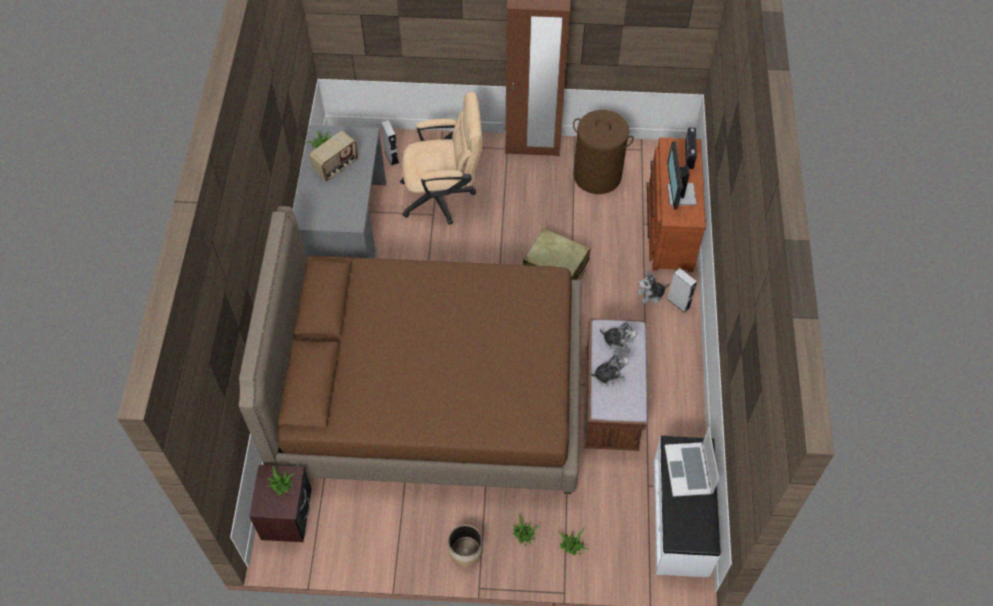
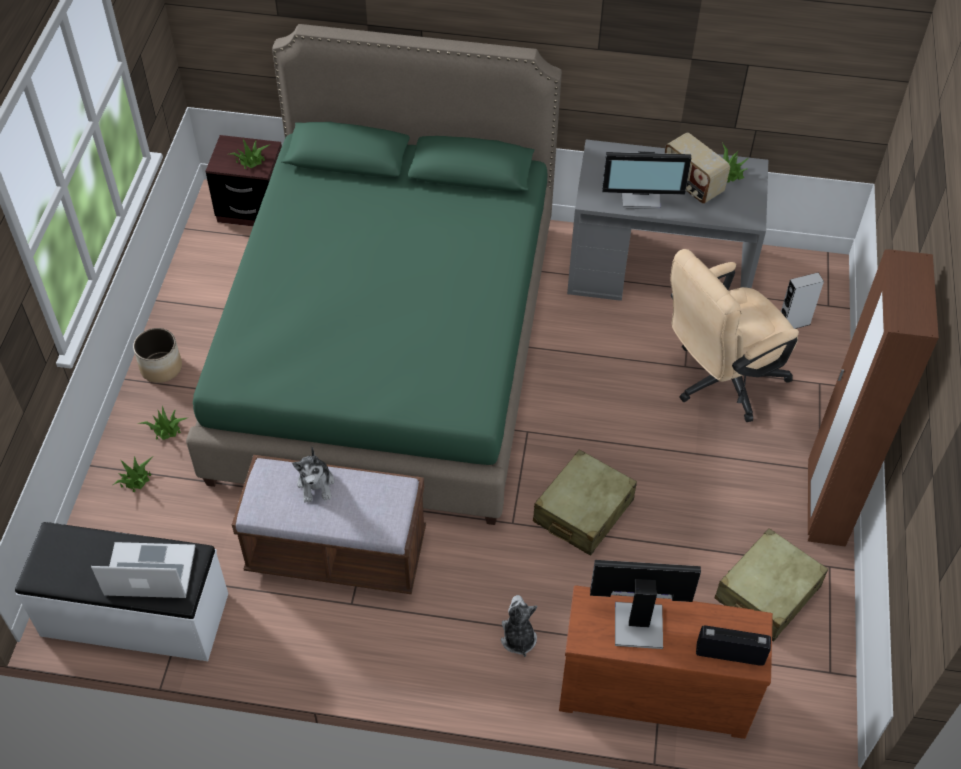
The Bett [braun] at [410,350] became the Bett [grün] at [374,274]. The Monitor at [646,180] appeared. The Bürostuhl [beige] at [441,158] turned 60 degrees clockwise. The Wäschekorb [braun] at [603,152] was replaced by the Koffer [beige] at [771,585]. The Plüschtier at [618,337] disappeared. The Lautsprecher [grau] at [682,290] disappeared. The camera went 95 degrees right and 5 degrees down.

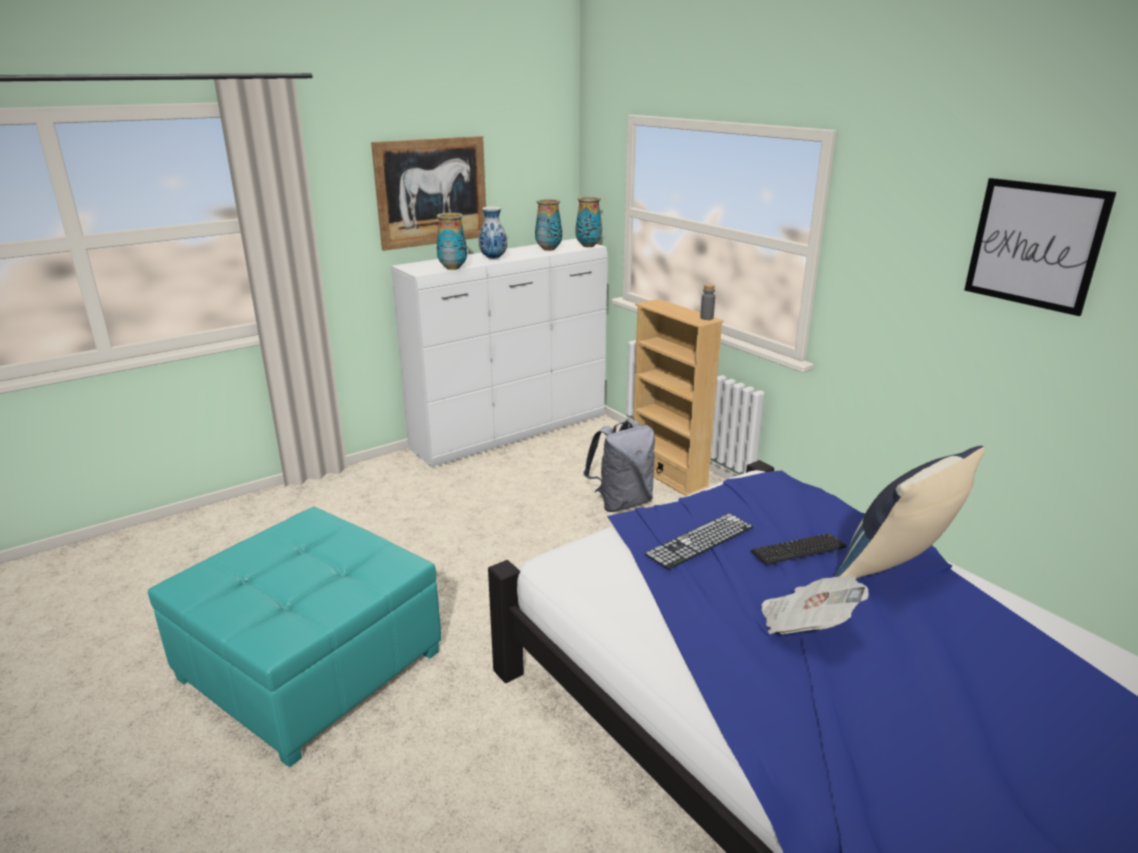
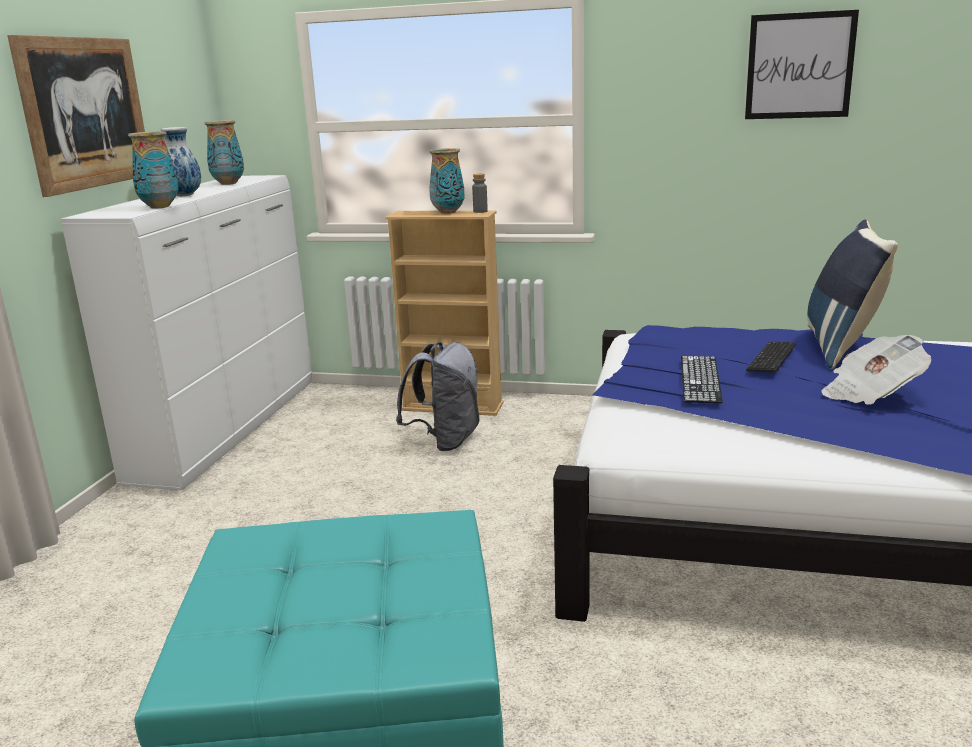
The Vase moved from [588,221] to [446,181]. The camera went 40 degrees left and 5 degrees down.

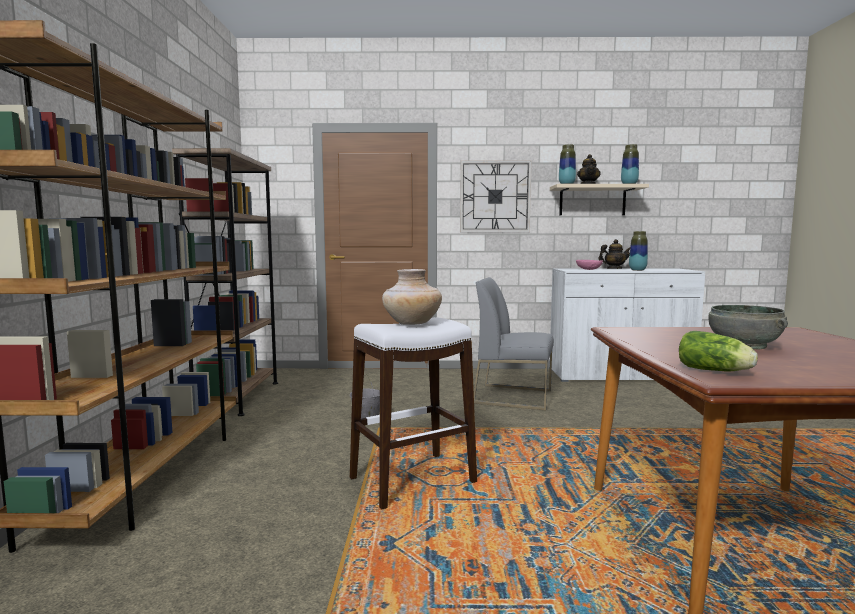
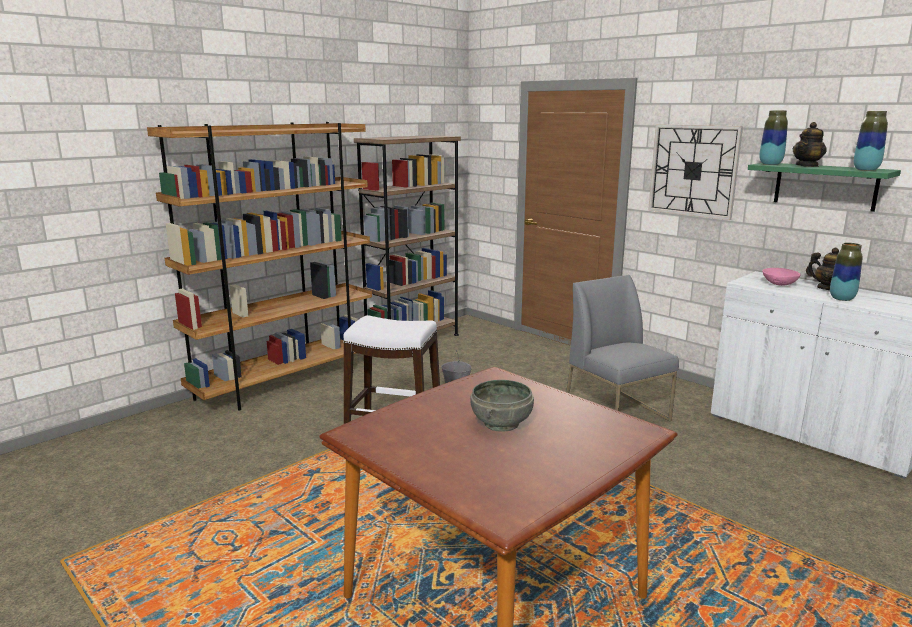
The Wandregal [beige] at [599,199] became the Wandregal [grün] at [824,187]. The Vase [beige] at [412,297] disappeared. The Salatkopf at [718,351] disappeared. The camera went 45 degrees right and 10 degrees up.

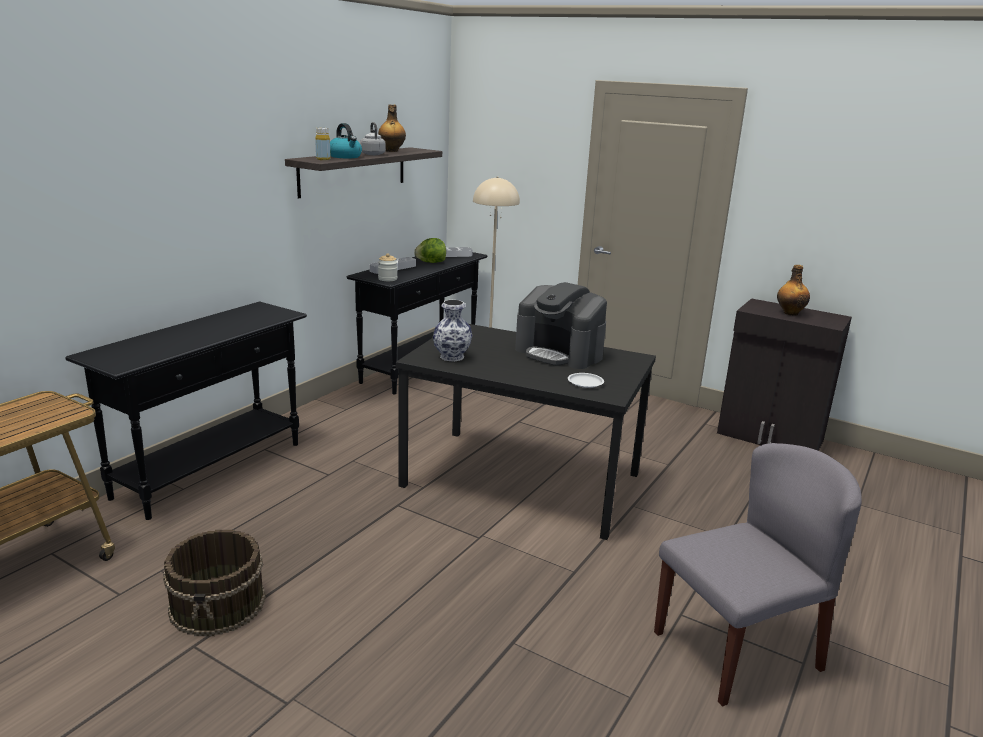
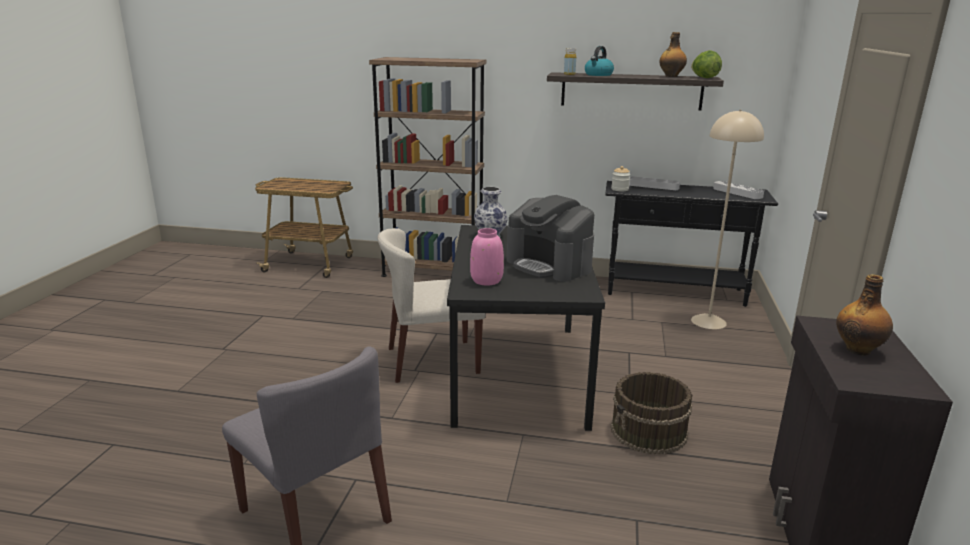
The Konsolentisch [schwarz] at [186,410] was replaced by the Bücherregal [braun] at [427,167]. The Stuhl [beige] at [431,305] appeared. The Teller [weiß] at [586,380] was replaced by the Vase [rosa] at [487,257]. The Kaffeemaschine at [561,325] turned 60 degrees counterclockwise. The Eimer [braun] moved from [214,583] to [652,413]. The Salatkopf moved from [430,250] to [706,64]. The Wasserkessel [grau] at [372,138] disappeared. The camera went 70 degrees right and 0 degrees up.

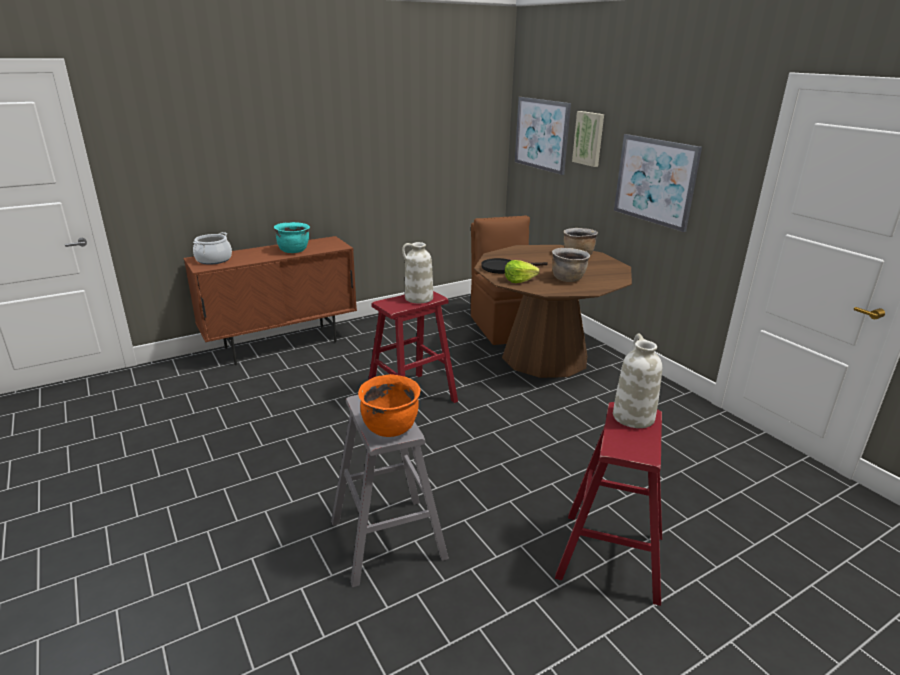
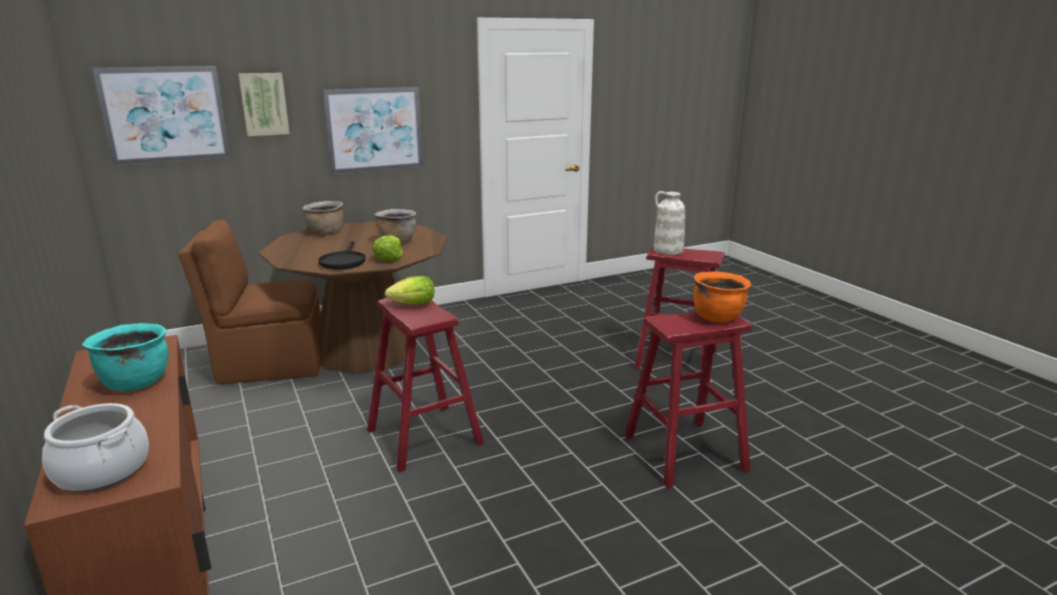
The Vase [weiß] at [417,272] was replaced by the Salatkopf at [410,290]. The Hocker [grau] at [390,491] became the Hocker [rot] at [688,400]. The camera went 85 degrees left and 5 degrees down.

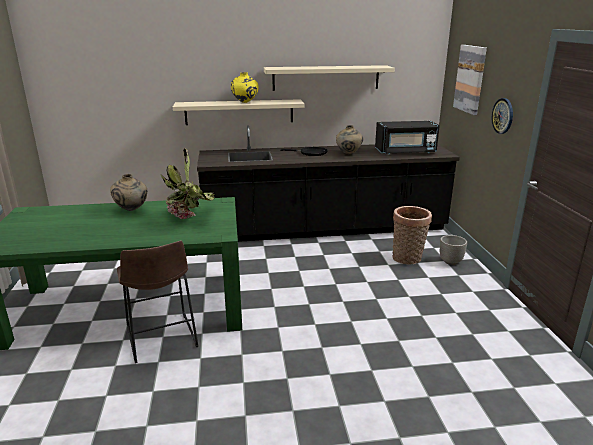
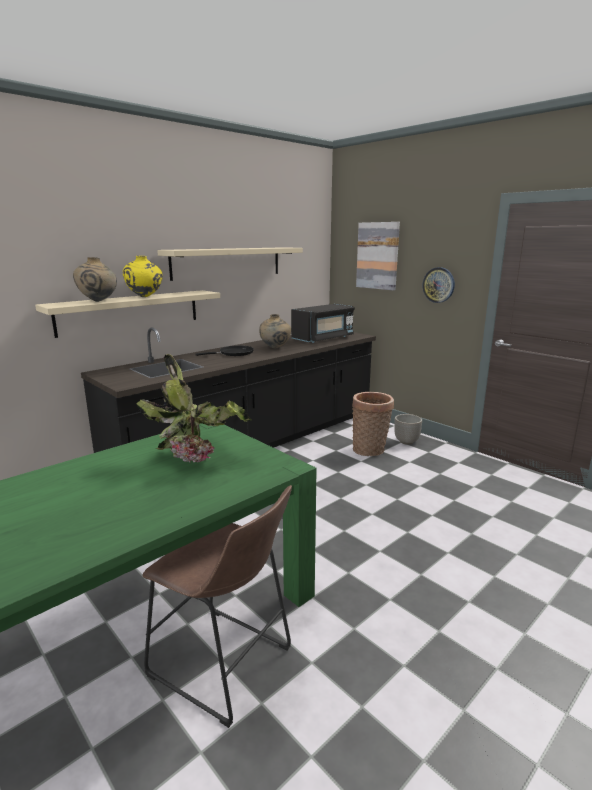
The Vase [beige] moved from [128,192] to [95,279]. The camera went 35 degrees left and 5 degrees down.

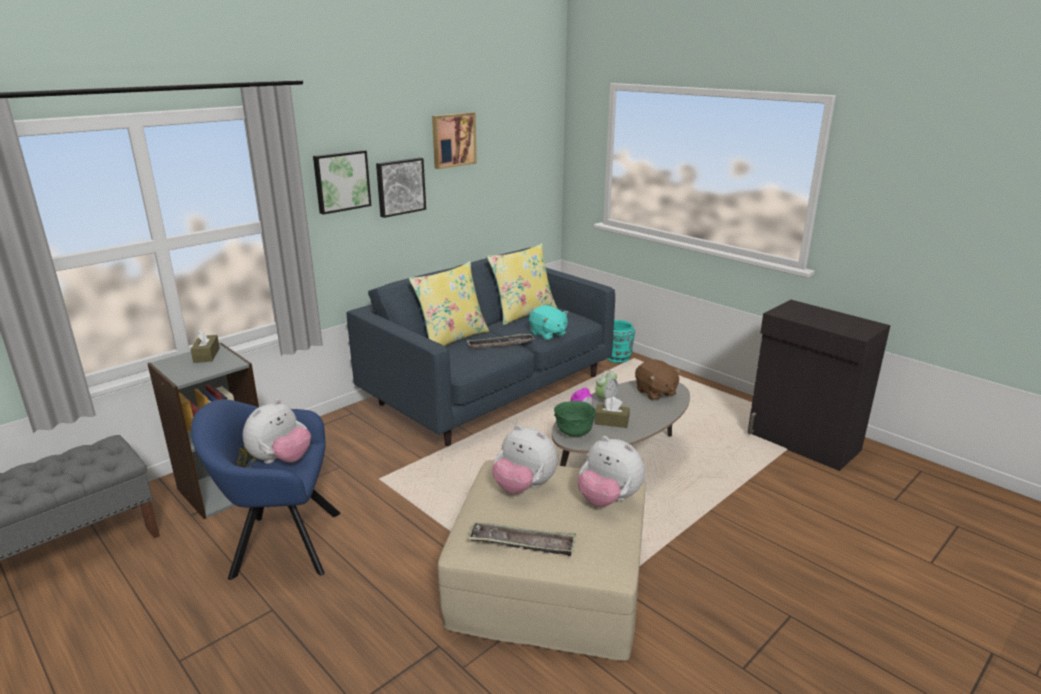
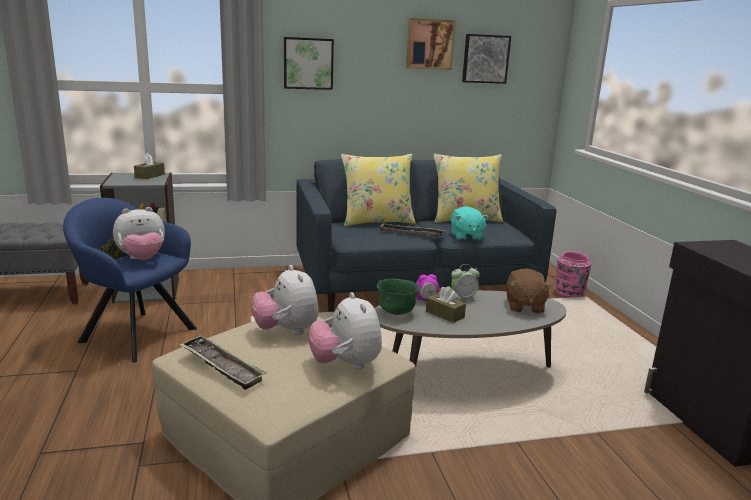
The Bild moved from [401,188] to [486,59]. The Vase [türkis] at [621,341] became the Vase [rosa] at [573,274]. The camera went 30 degrees right and 5 degrees down.

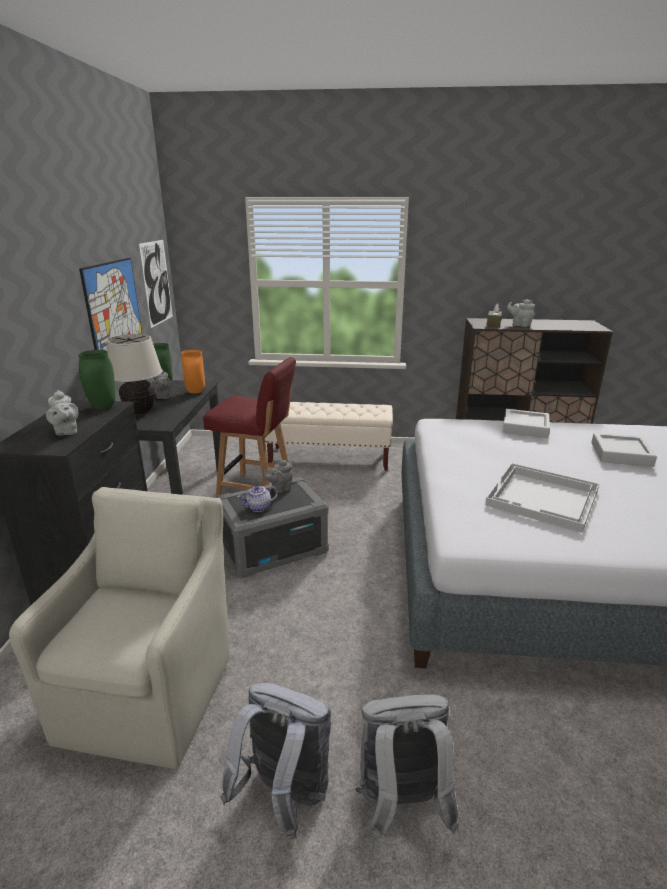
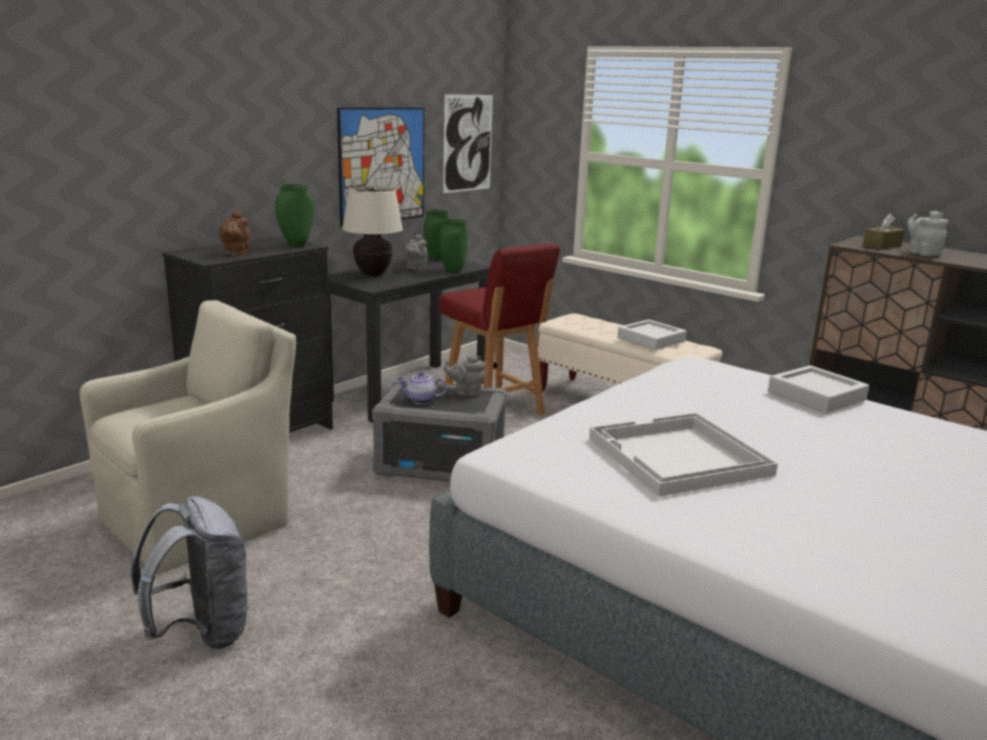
The Teekanne [grau] at [62,413] became the Teekanne [braun] at [234,233]. The Vase [orange] at [193,372] became the Vase [grün] at [454,245]. The Tablett [grau] moved from [624,450] to [652,334]. The Rucksack [grau] at [407,768] disappeared. The camera went 35 degrees right and 5 degrees down.

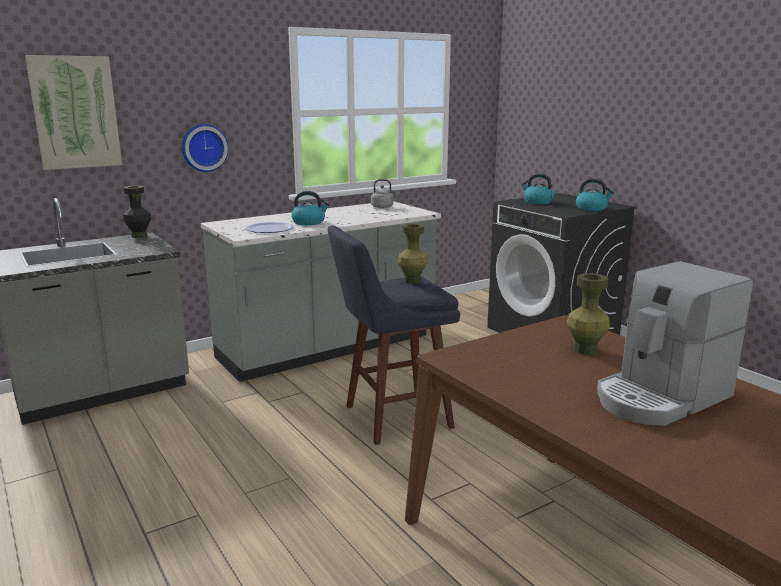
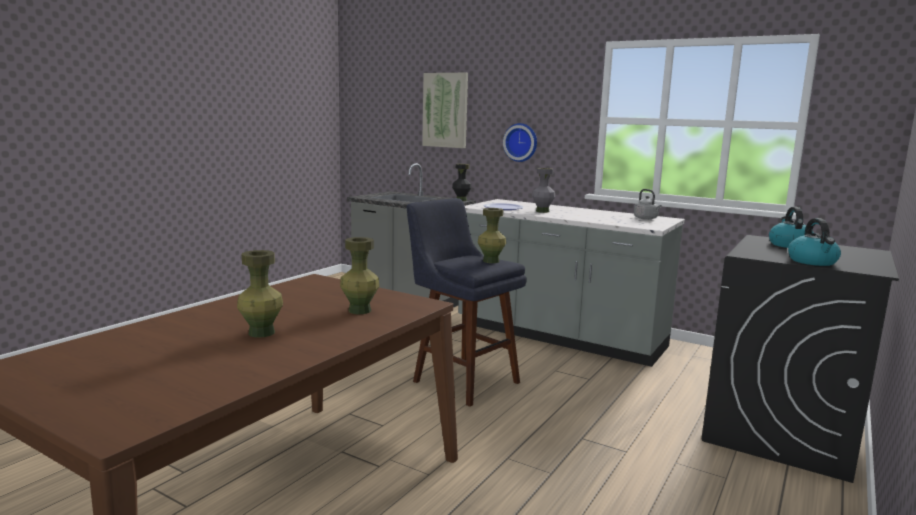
The Kaffeemaschine at [675,343] was replaced by the Vase [grün] at [260,294]. The Wasserkessel at [310,208] was replaced by the Vase [grau] at [543,190]. The camera went 65 degrees right and 5 degrees down.

